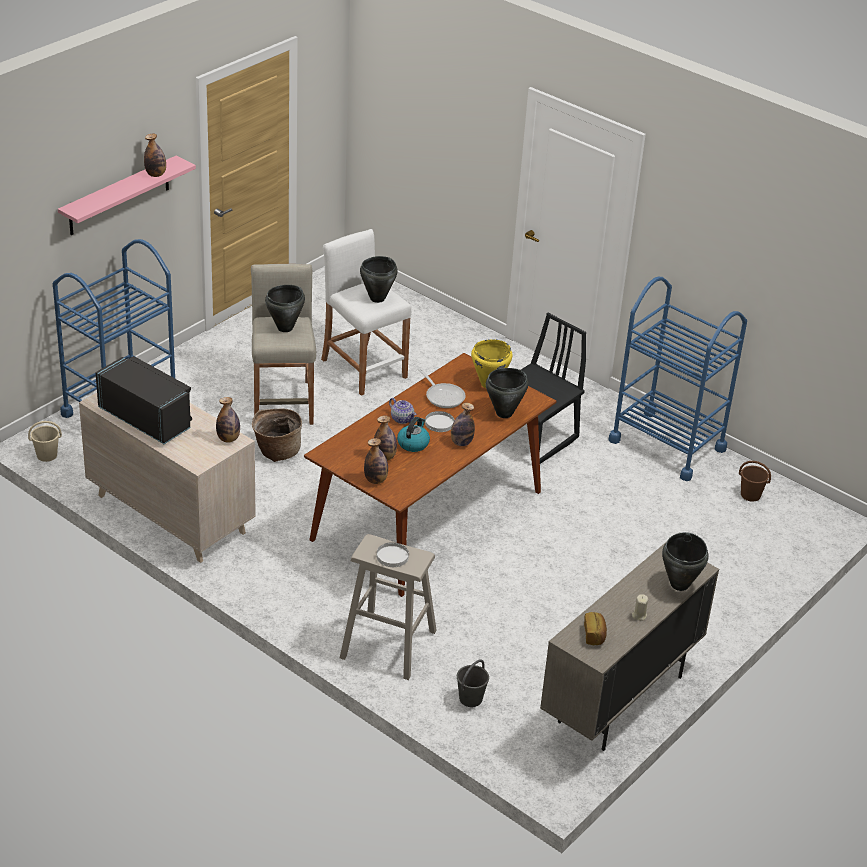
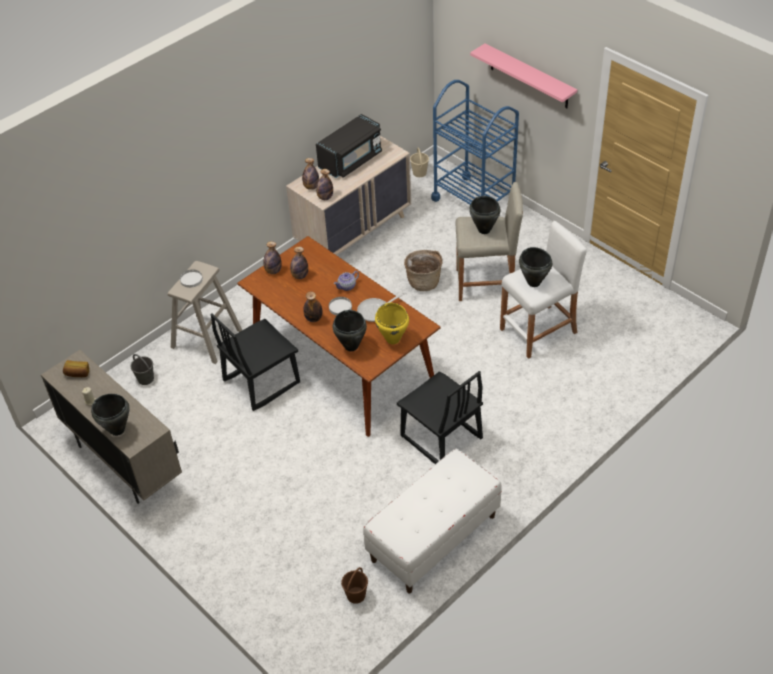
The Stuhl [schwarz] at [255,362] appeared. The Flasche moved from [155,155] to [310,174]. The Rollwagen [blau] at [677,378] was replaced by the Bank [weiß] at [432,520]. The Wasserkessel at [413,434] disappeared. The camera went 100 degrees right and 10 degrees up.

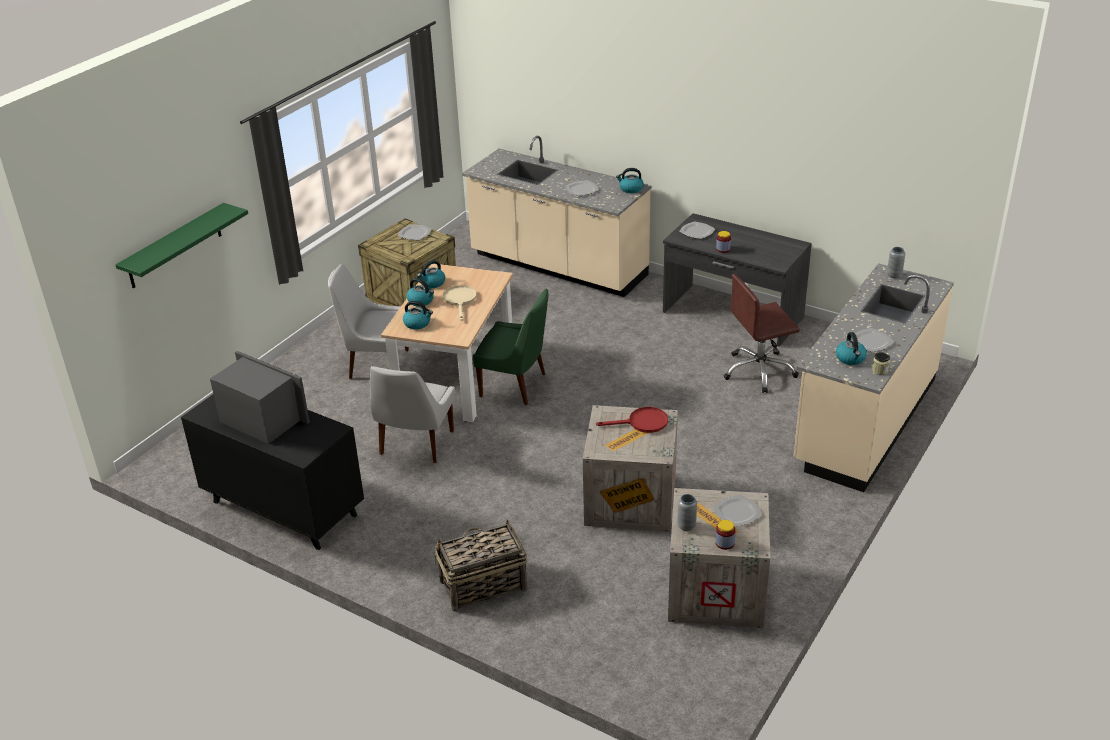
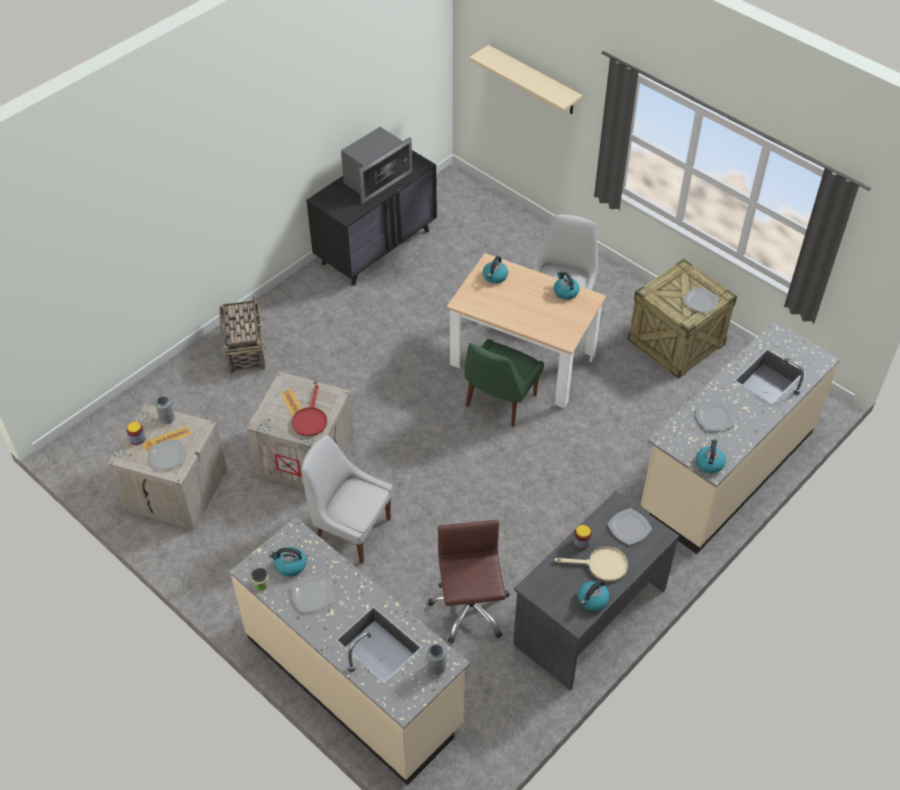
The Stuhl [weiß] moved from [412,414] to [347,499]. The Wandregal [grün] at [181,245] became the Wandregal [beige] at [526,79]. The Pfanne [beige] moved from [460,303] to [591,564]. The Wasserkessel moved from [420,292] to [594,595]. The camera went 100 degrees right and 15 degrees up.

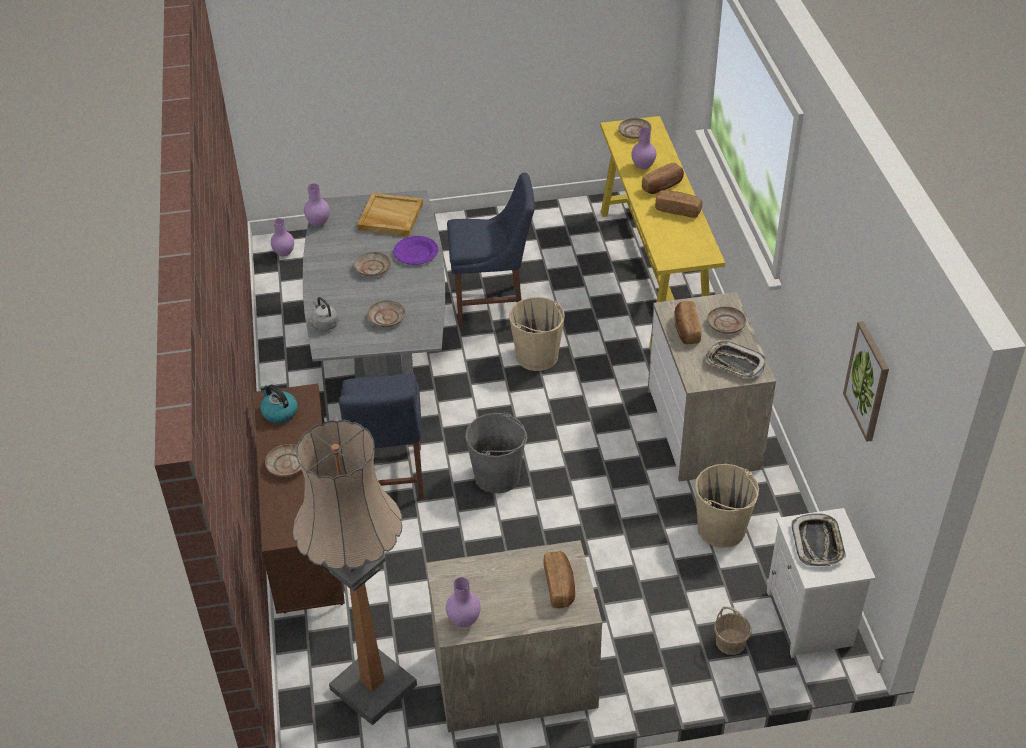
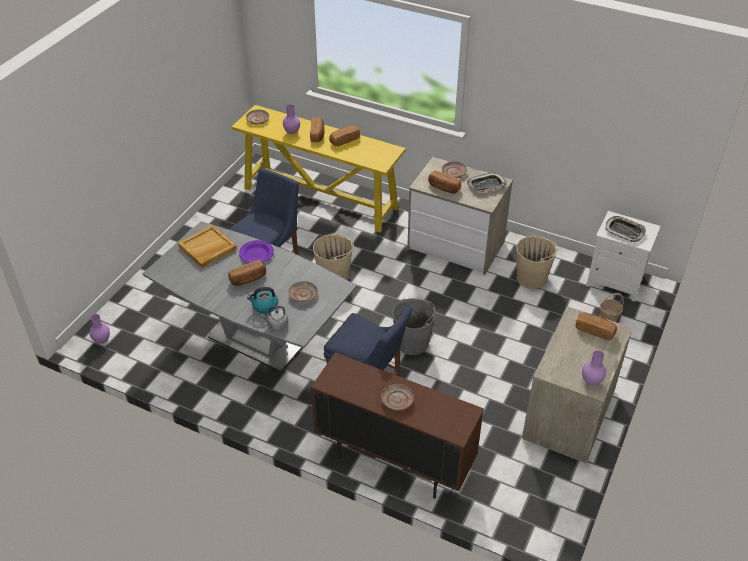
The Teller [beige] at [372,264] was replaced by the Brot at [247,273]. The Wasserkessel moved from [279,404] to [262,300]. The Stehlampe at [355,573] disappeared. The Vase [lila] at [317,204] disappeared. The Bild at [866,381] disappeared. The camera went 55 degrees left and 0 degrees up.

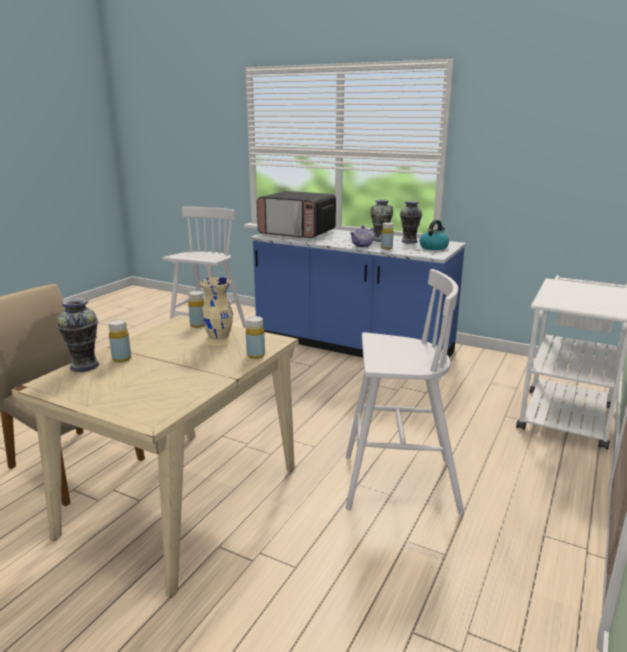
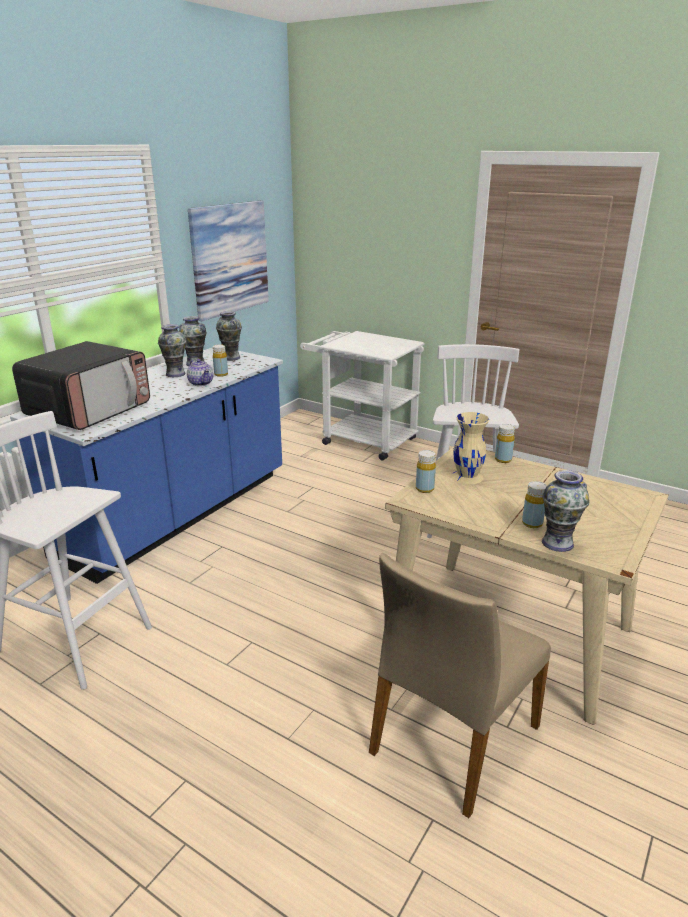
The Bild at [228,261] appeared. The Wasserkessel at [434,235] was replaced by the Vase at [229,336]. The camera went 85 degrees left and 5 degrees up.

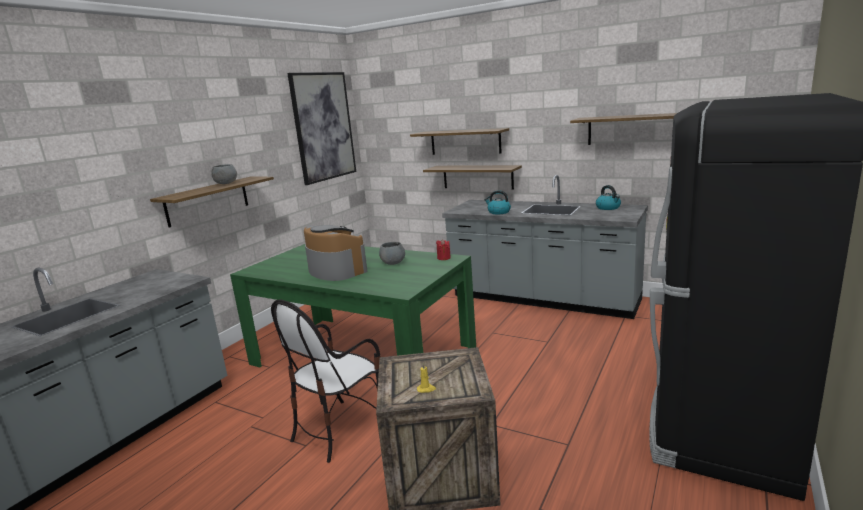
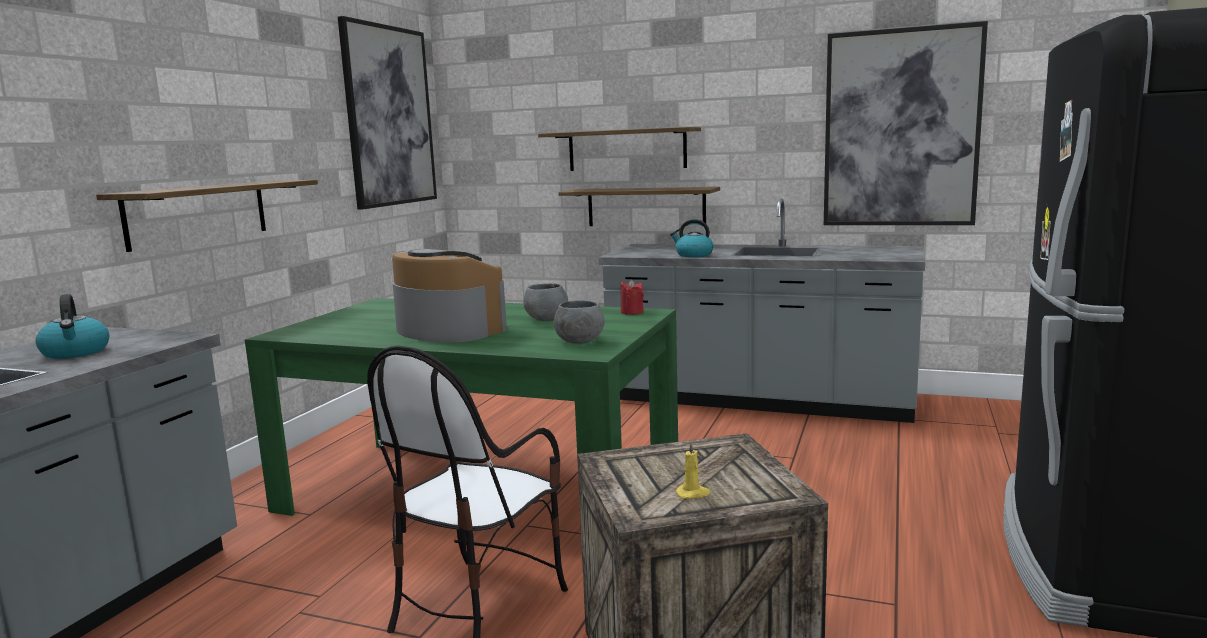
The Wasserkessel moved from [608,197] to [72,326]. The Schüssel [grau] moved from [224,174] to [579,322]. The Wandregal at [623,129] was replaced by the Bild at [906,123]. The camera went 10 degrees left and 5 degrees down.

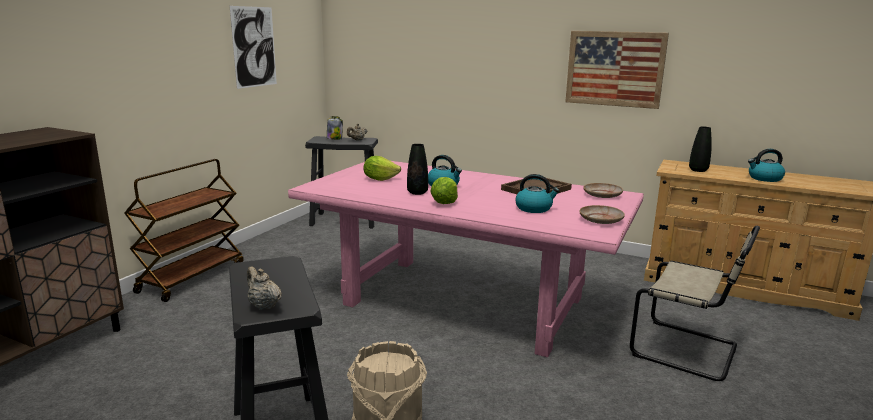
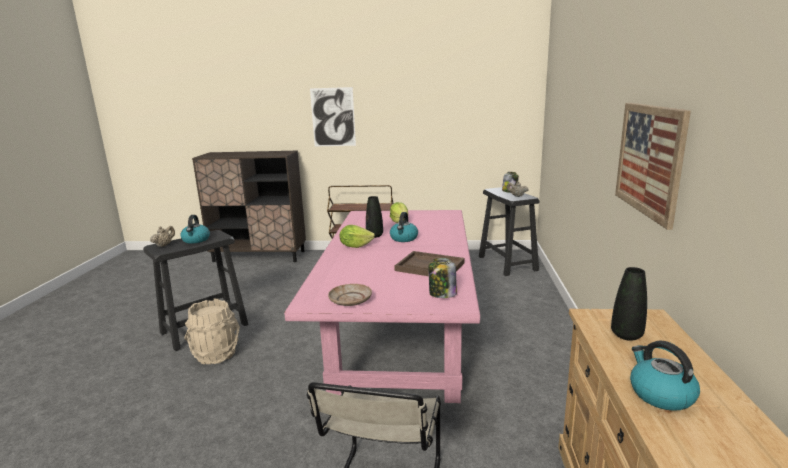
The Wasserkessel moved from [537,193] to [195,229]. The Bild moved from [253,47] to [333,117]. The Teller [beige] at [603,190] was replaced by the Vorratsglas at [442,278]. The camera went 70 degrees right and 0 degrees up.

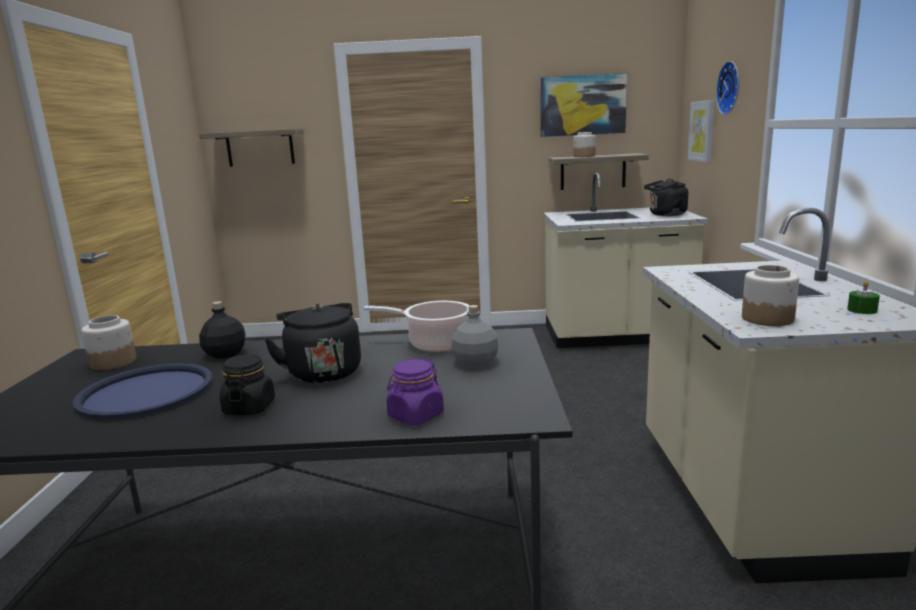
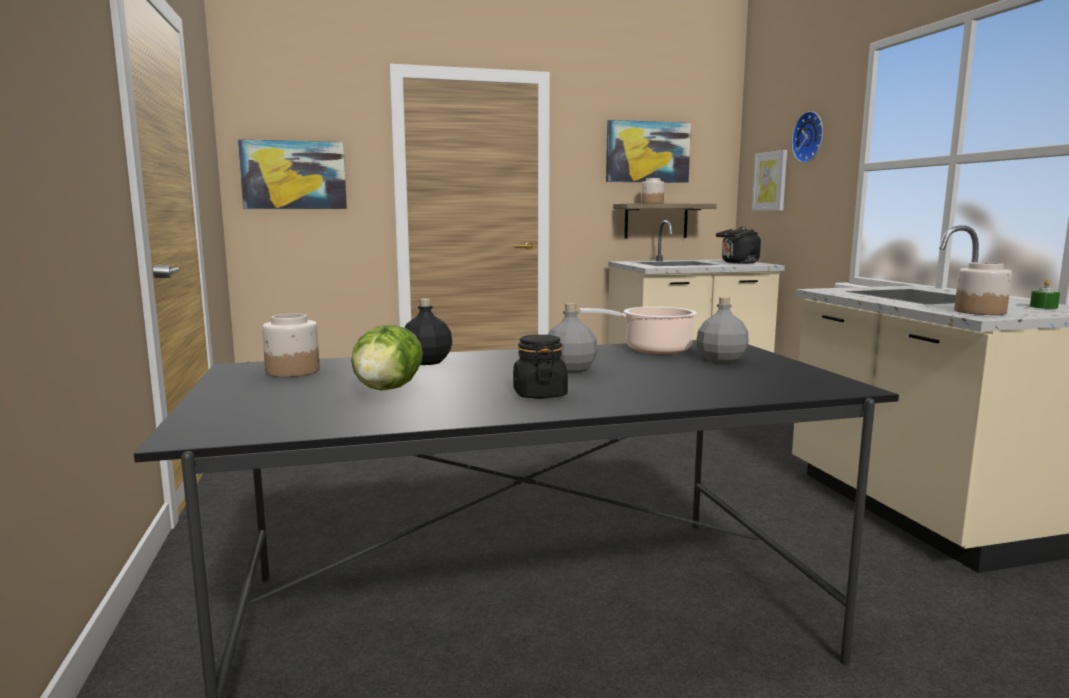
The Wandregal at [251,148] was replaced by the Bild at [292,174]. The Tablett [blau] at [142,391] was replaced by the Salatkopf at [387,357]. The Wasserkessel [schwarz] at [312,343] was replaced by the Flasche [grau] at [572,338]. The Vorratsglas [lila] at [415,392] disappeared. The camera went 15 degrees left and 5 degrees down.

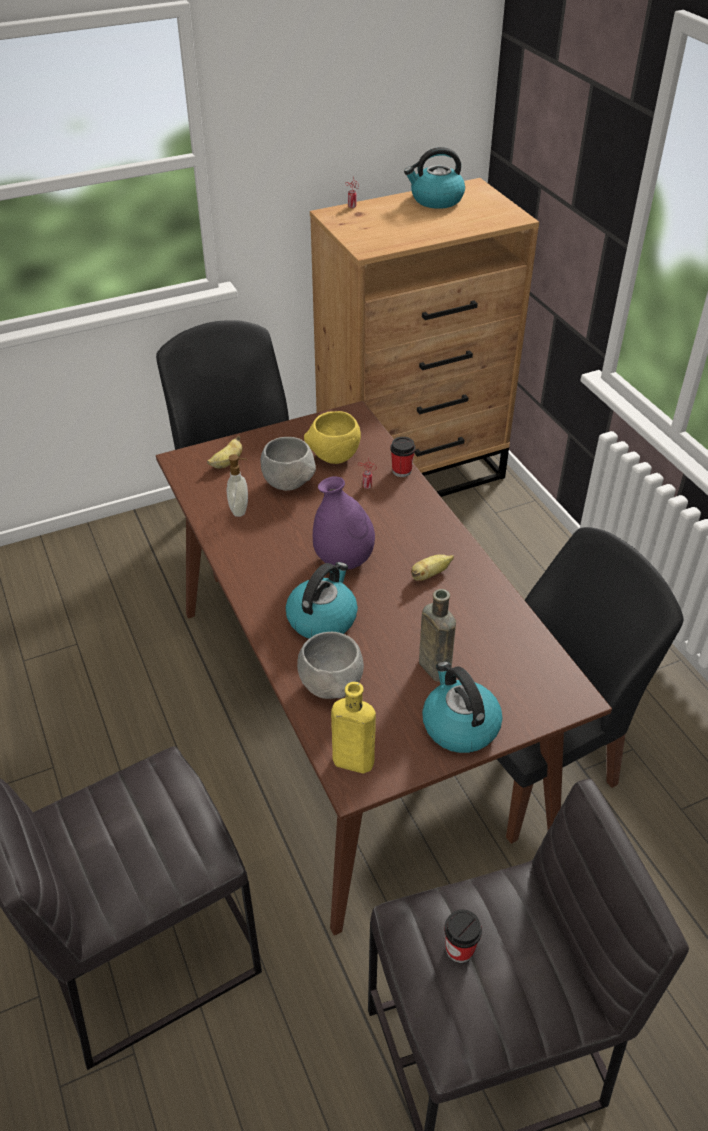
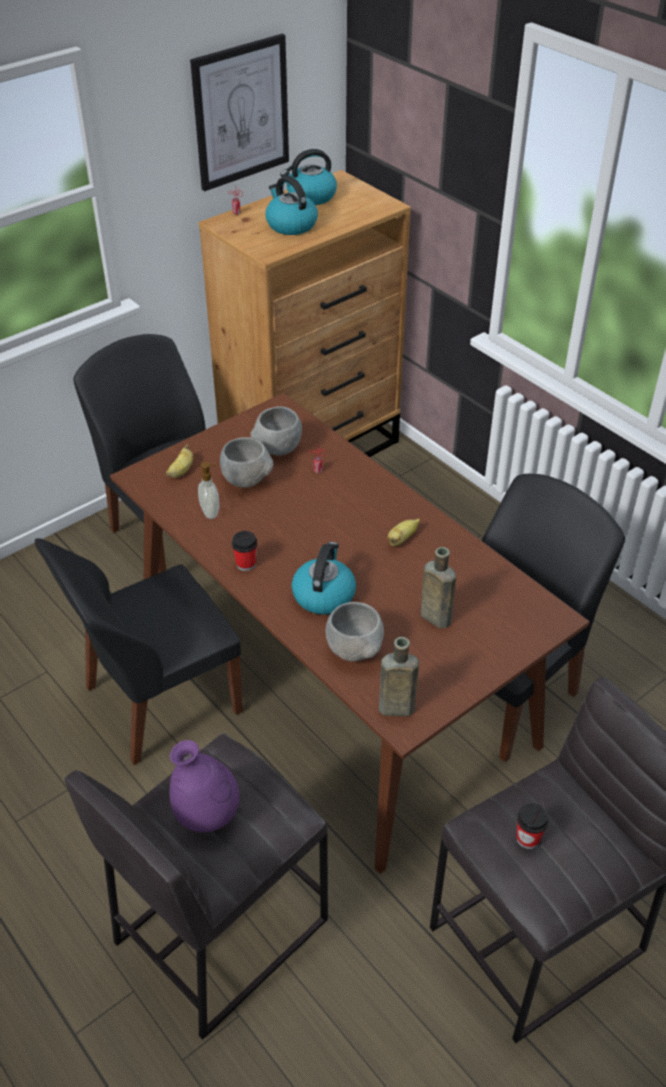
The Stuhl [schwarz] at [139,651] appeared. The Vase [lila] moved from [344,522] to [204,786]. The Bild at [239,112] appeared. The Tasse moved from [403,457] to [244,551]. The Schüssel [gelb] at [332,437] became the Schüssel [grau] at [276,431]. The Wasserkessel moved from [462,707] to [291,205]. The Flasche [gelb] at [353,727] became the Flasche [braun] at [399,676]. The camera went 15 degrees left and 0 degrees up.

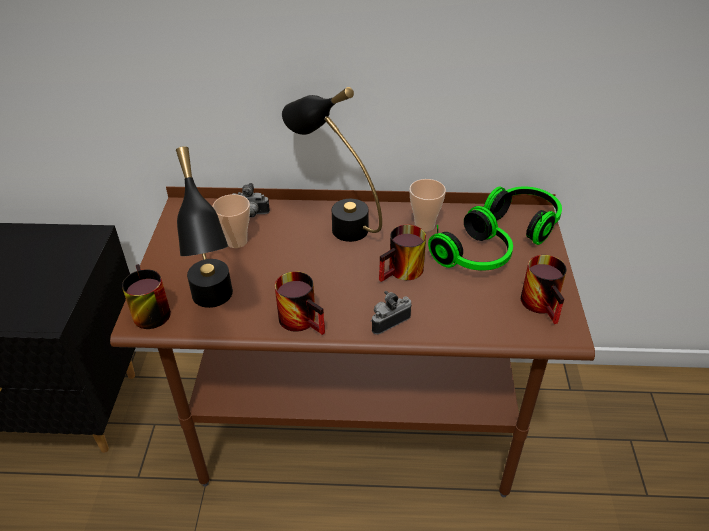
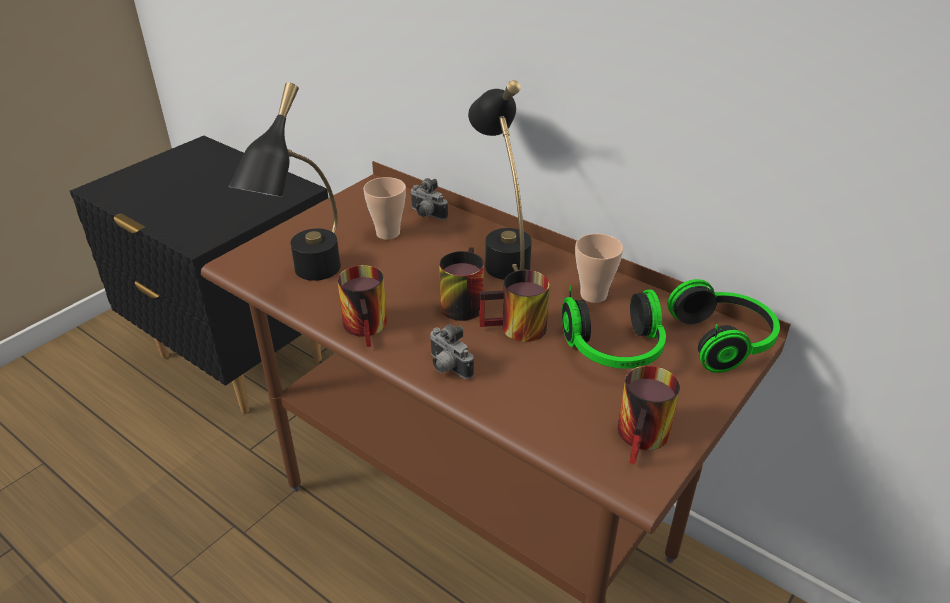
The Kamera at [391,312] turned 135 degrees counterclockwise. The Henkelbecher moved from [146,296] to [461,284]. The camera went 35 degrees right and 5 degrees down.

